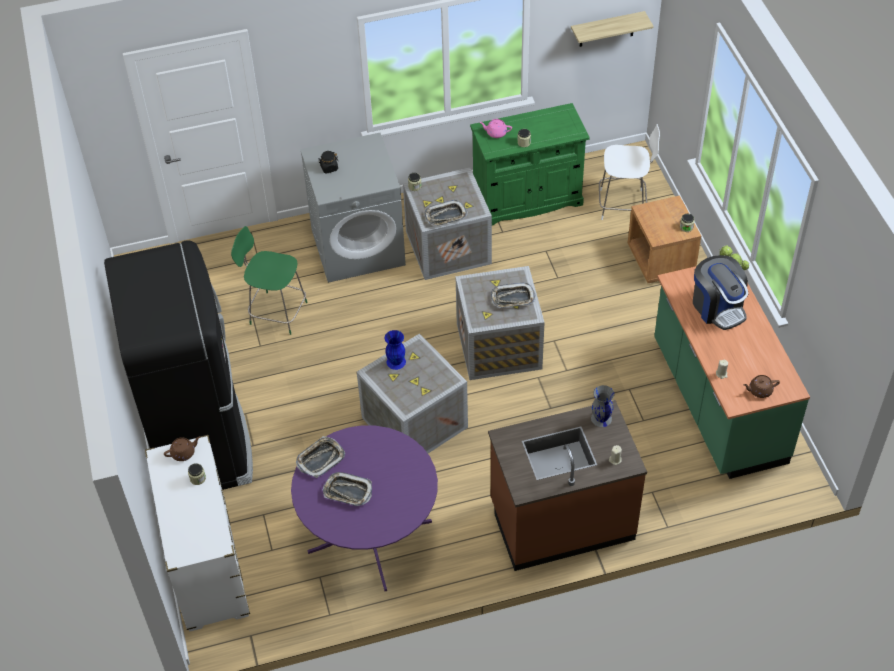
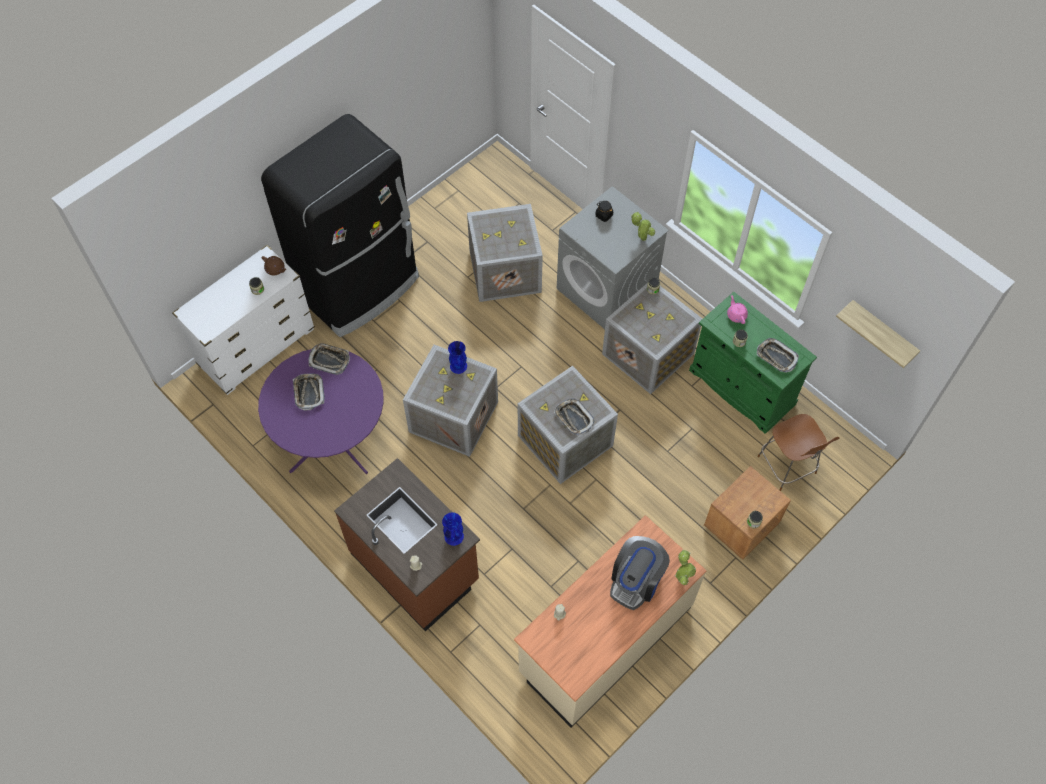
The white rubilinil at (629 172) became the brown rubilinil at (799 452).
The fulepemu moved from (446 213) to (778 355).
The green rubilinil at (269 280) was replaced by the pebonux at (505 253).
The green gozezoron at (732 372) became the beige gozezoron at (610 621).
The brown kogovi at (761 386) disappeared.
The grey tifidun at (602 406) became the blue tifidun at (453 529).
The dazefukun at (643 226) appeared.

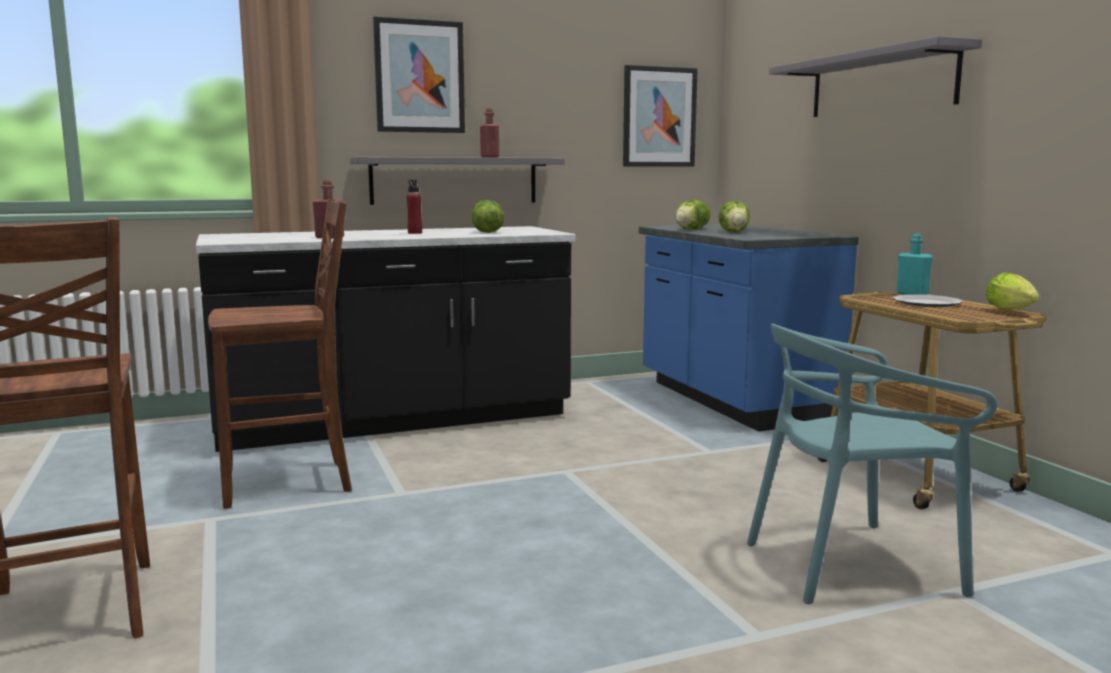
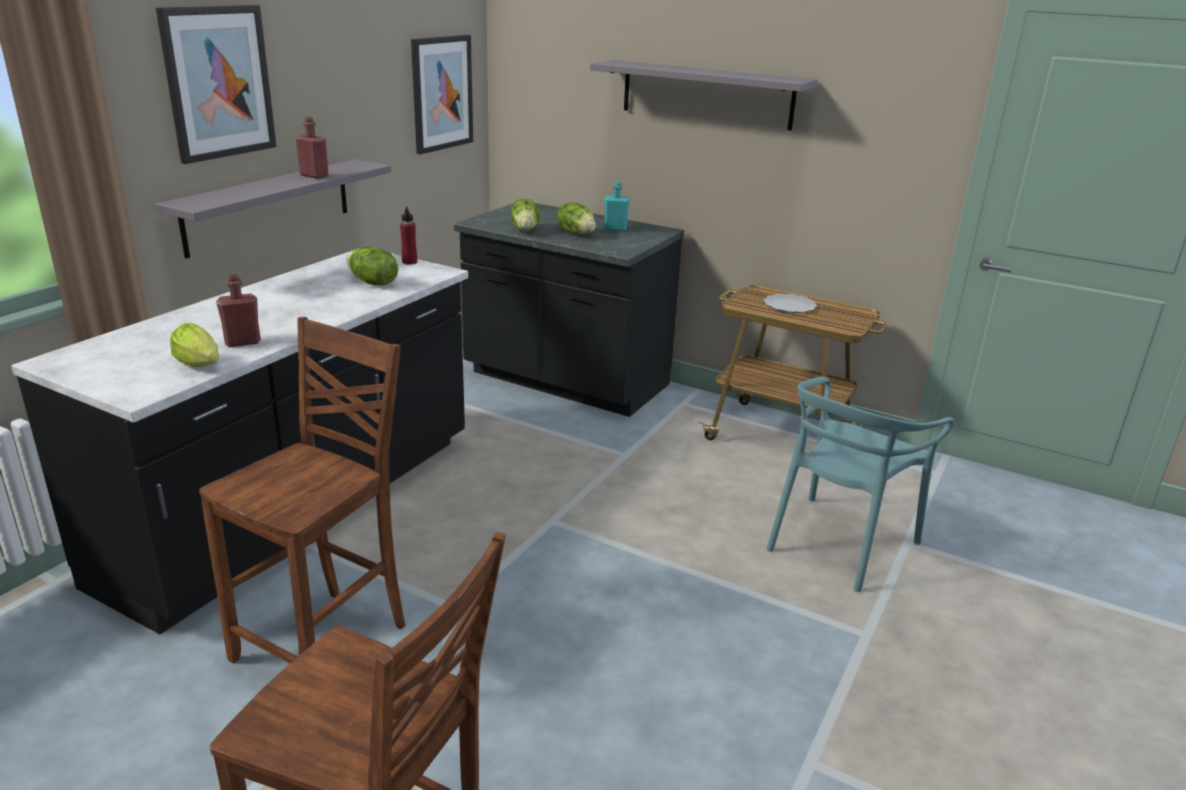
The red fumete moved from (414 207) to (408 236).
The blue gozezoron at (749 328) became the black gozezoron at (569 310).
The turquoise fumete moved from (914 264) to (617 206).
The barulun moved from (1012 291) to (194 345).

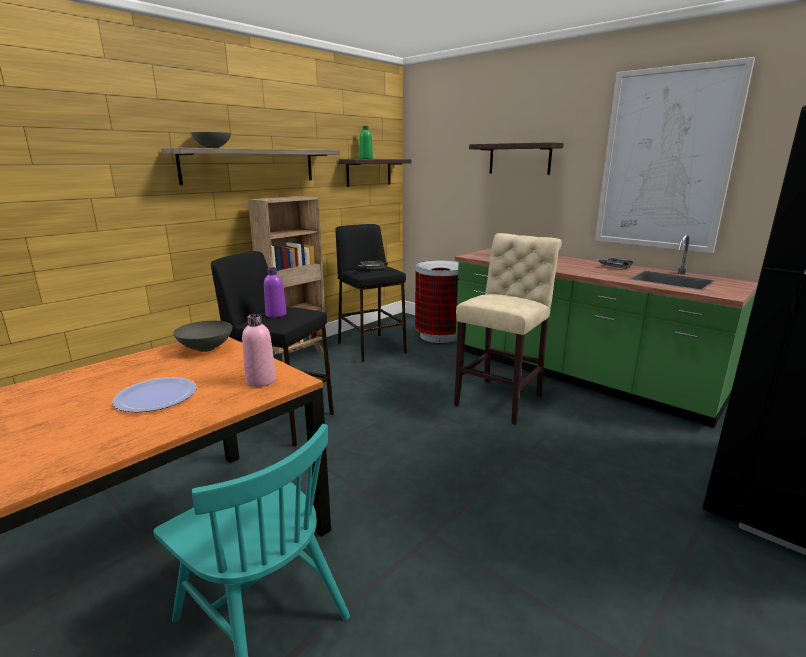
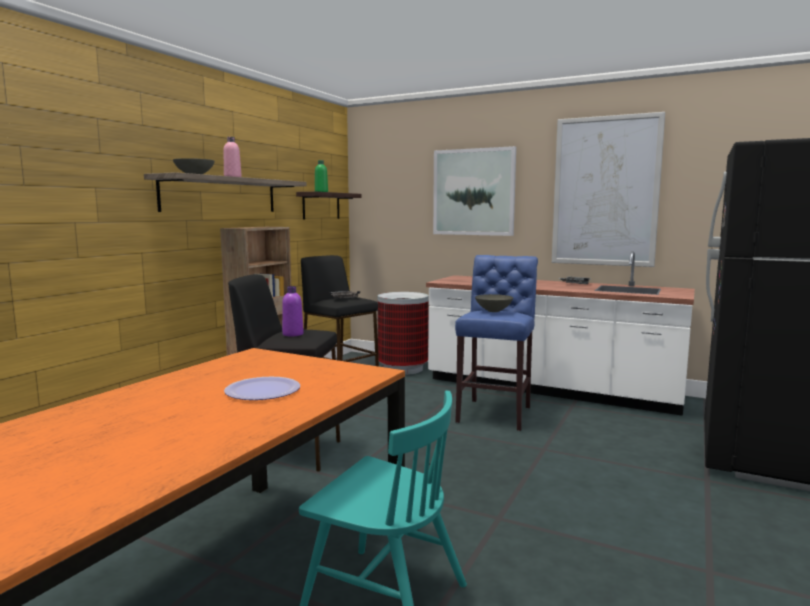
The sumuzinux at (516 158) was replaced by the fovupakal at (474 191).
The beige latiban at (508 329) became the blue latiban at (496 343).
The green gozezoron at (606 331) became the white gozezoron at (560 333).
The pink fumete moved from (259 350) to (233 157).
The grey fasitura moved from (203 336) to (494 303).

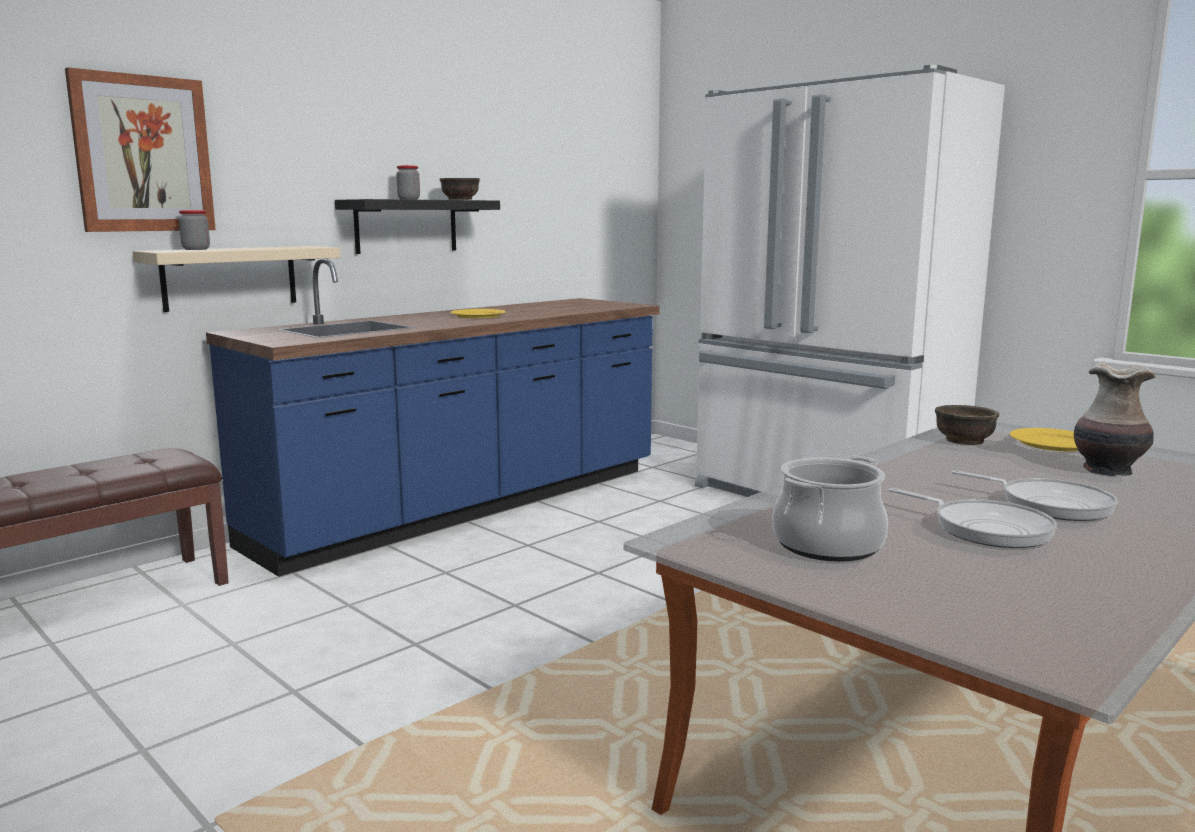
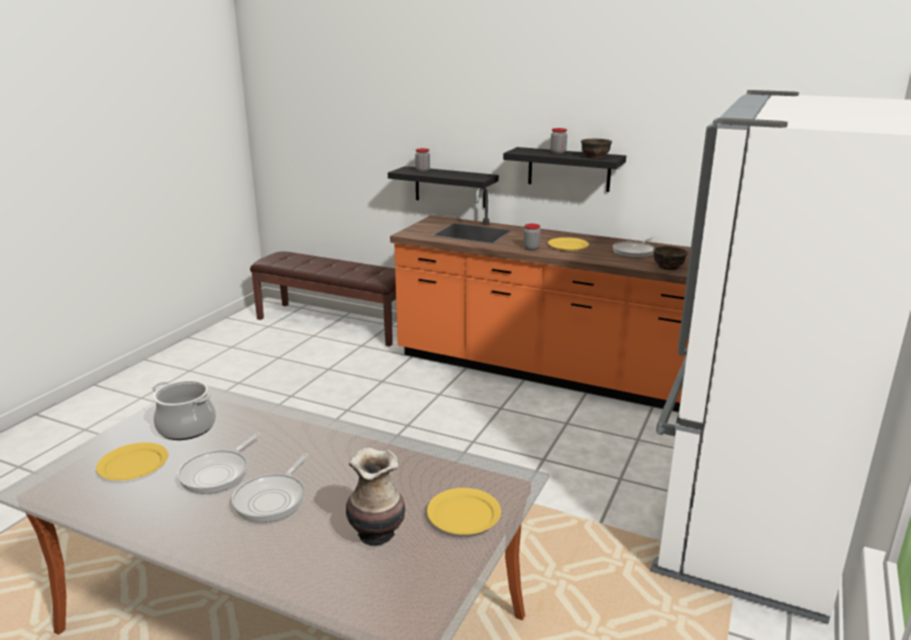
The fovupakal at (140 149) disappeared.
The beige sumuzinux at (236 279) became the black sumuzinux at (443 187).
The blue gozezoron at (433 418) became the orange gozezoron at (540 300).
The brown fasitura moved from (967 425) to (670 258).
The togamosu at (532 237) appeared.
The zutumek at (633 247) appeared.
The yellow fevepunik at (132 461) appeared.

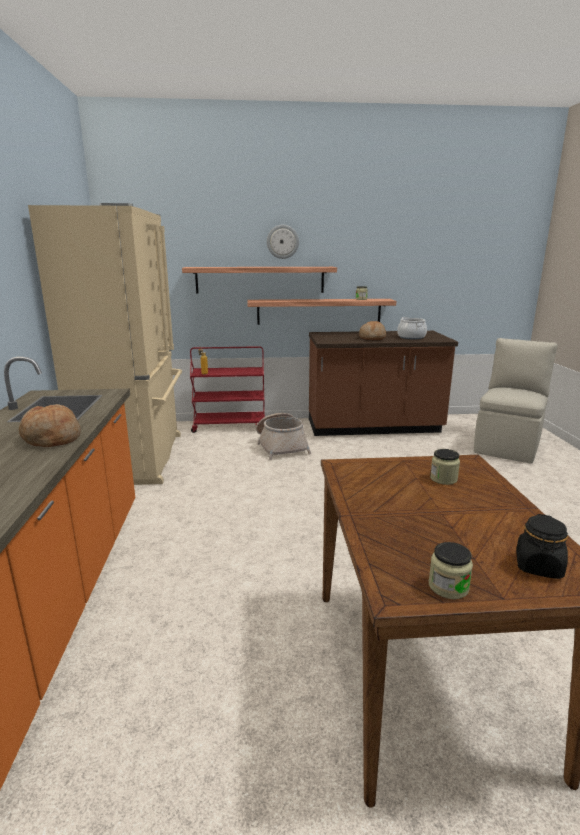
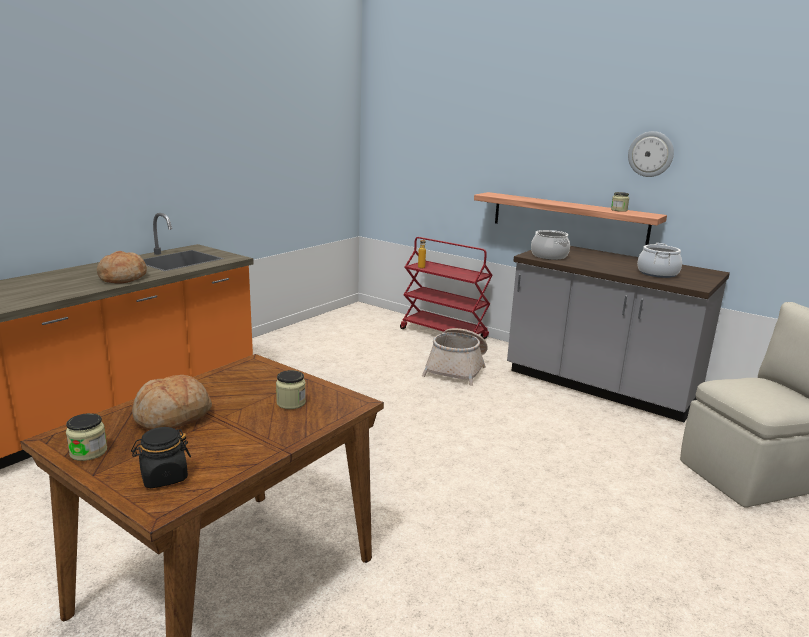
The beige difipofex at (105 344) disappeared.
The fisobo moved from (283 242) to (651 154).
The sumuzinux at (259 280) disappeared.
The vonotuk moved from (372 330) to (172 402).
The brown gozezoron at (383 383) became the grey gozezoron at (618 334).
The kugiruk at (550 245) appeared.

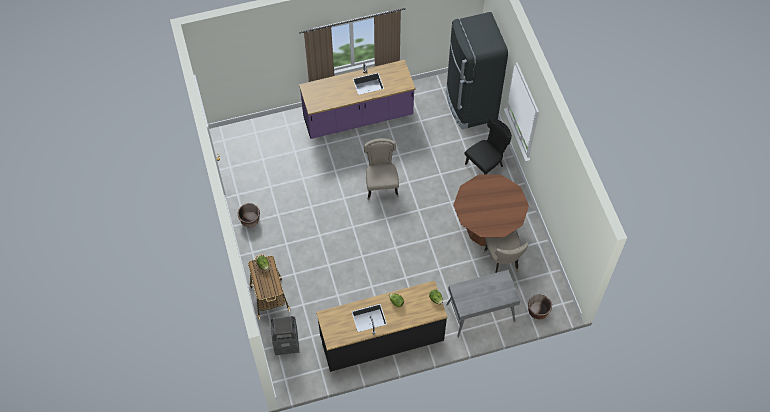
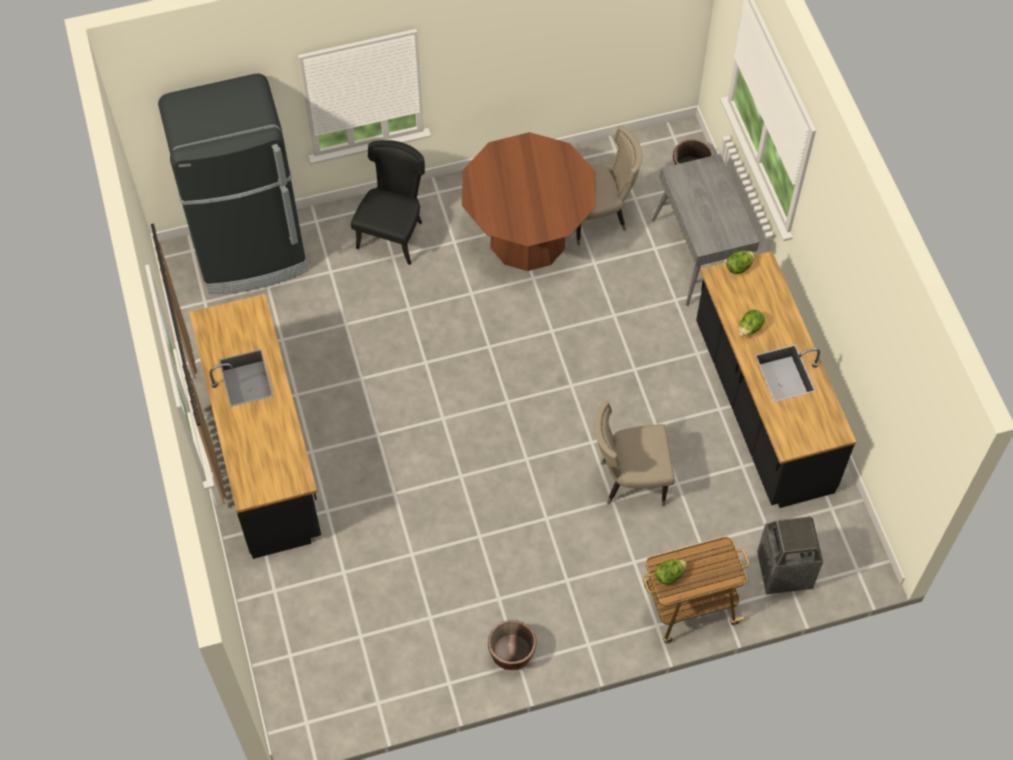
The purple gozezoron at (357 99) became the black gozezoron at (255 426).
The black rubilinil at (488 146) turned 60 degrees clockwise.
The beige rubilinil moved from (381 169) to (634 453).

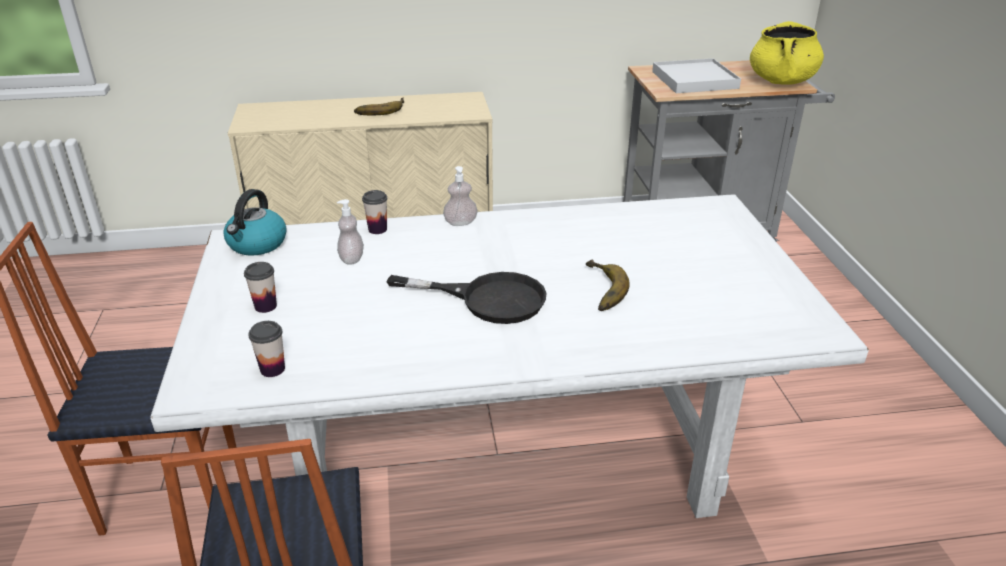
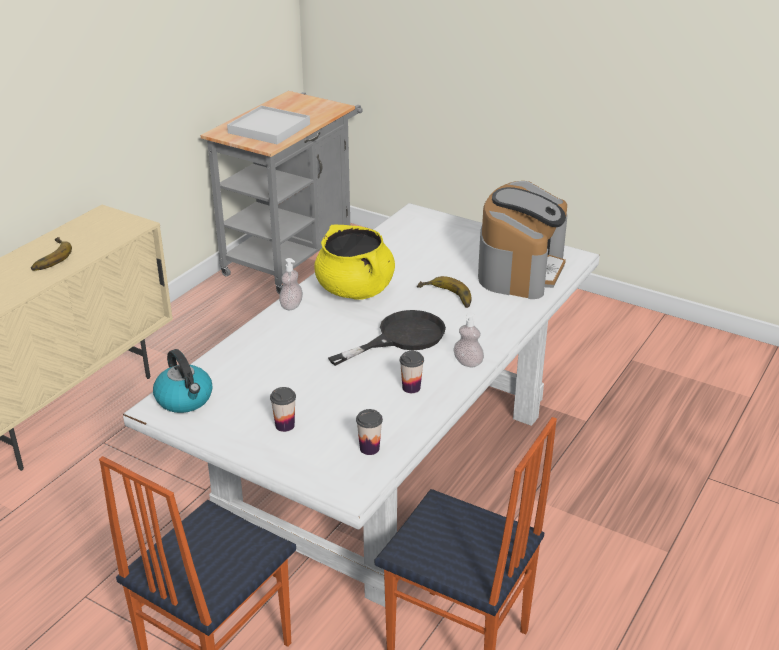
The yellow kugiruk moved from (787 53) to (354 262).
The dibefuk moved from (374 212) to (412 372).
The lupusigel moved from (350 232) to (469 339).
The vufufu at (523 240) appeared.

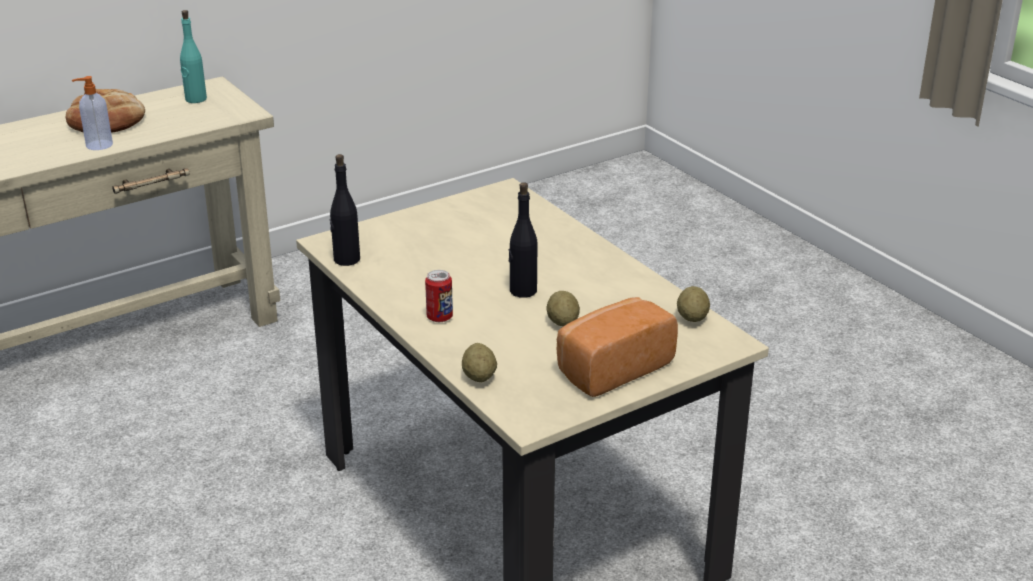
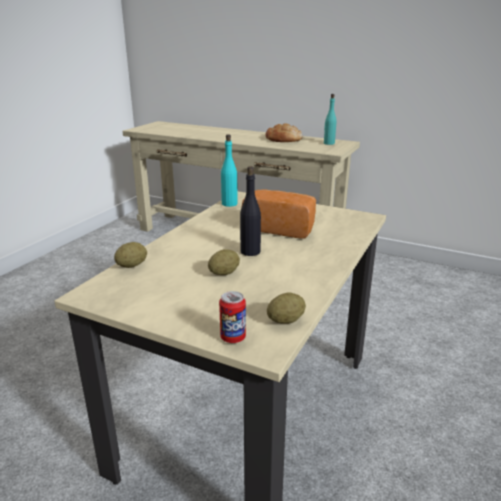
The lupusigel at (92 113) disappeared.
The black fumete at (345 210) became the turquoise fumete at (229 170).
The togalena moved from (439 296) to (232 317).
The vonotuk moved from (617 347) to (278 213).

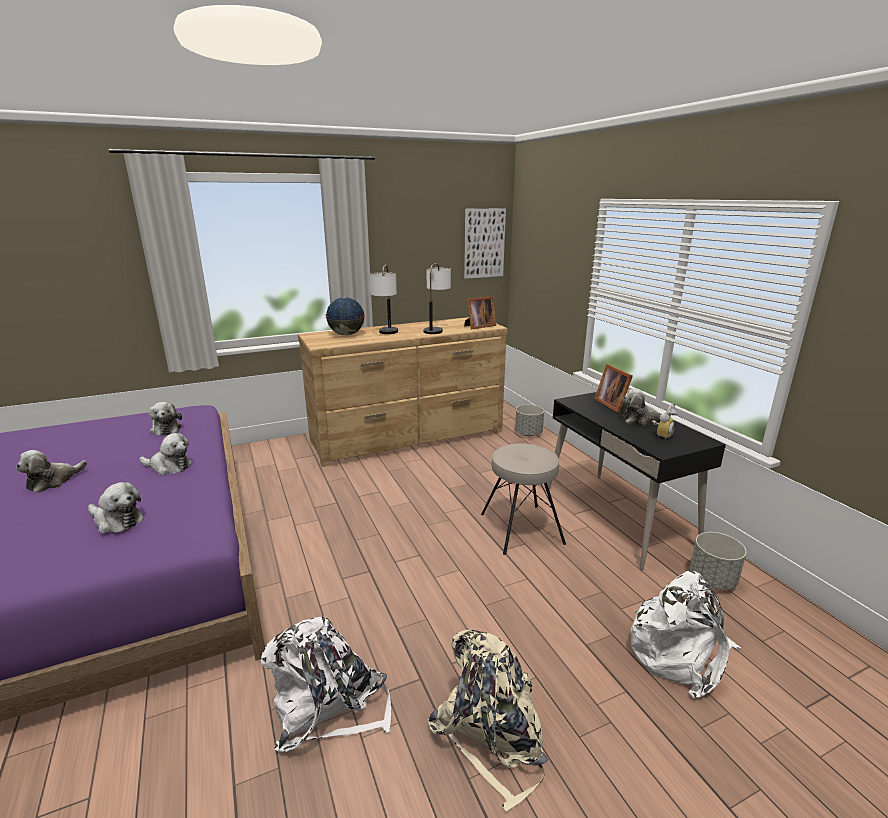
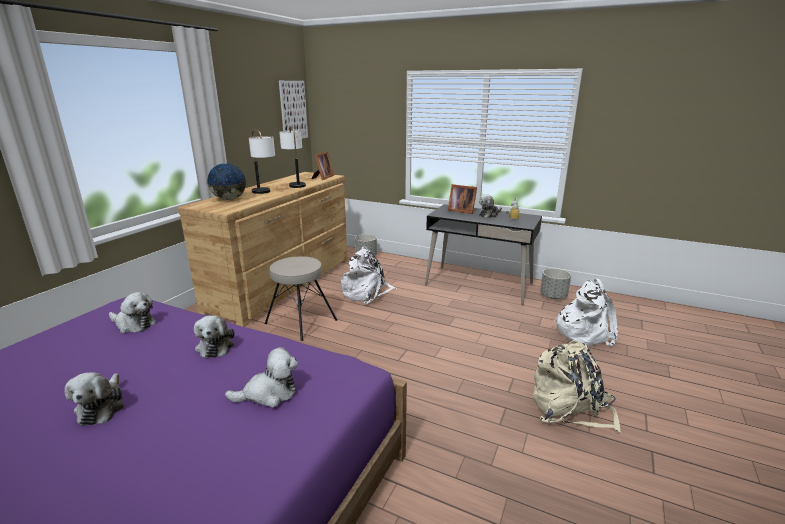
The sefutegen at (165 454) turned 105 degrees clockwise.
The beige latiban moved from (523 499) to (301 298).
The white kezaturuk moved from (326 684) to (369 276).

